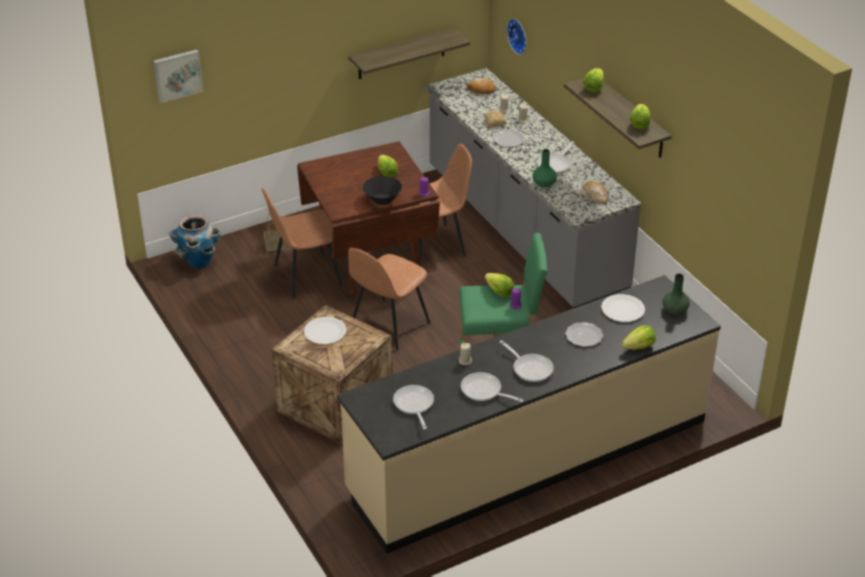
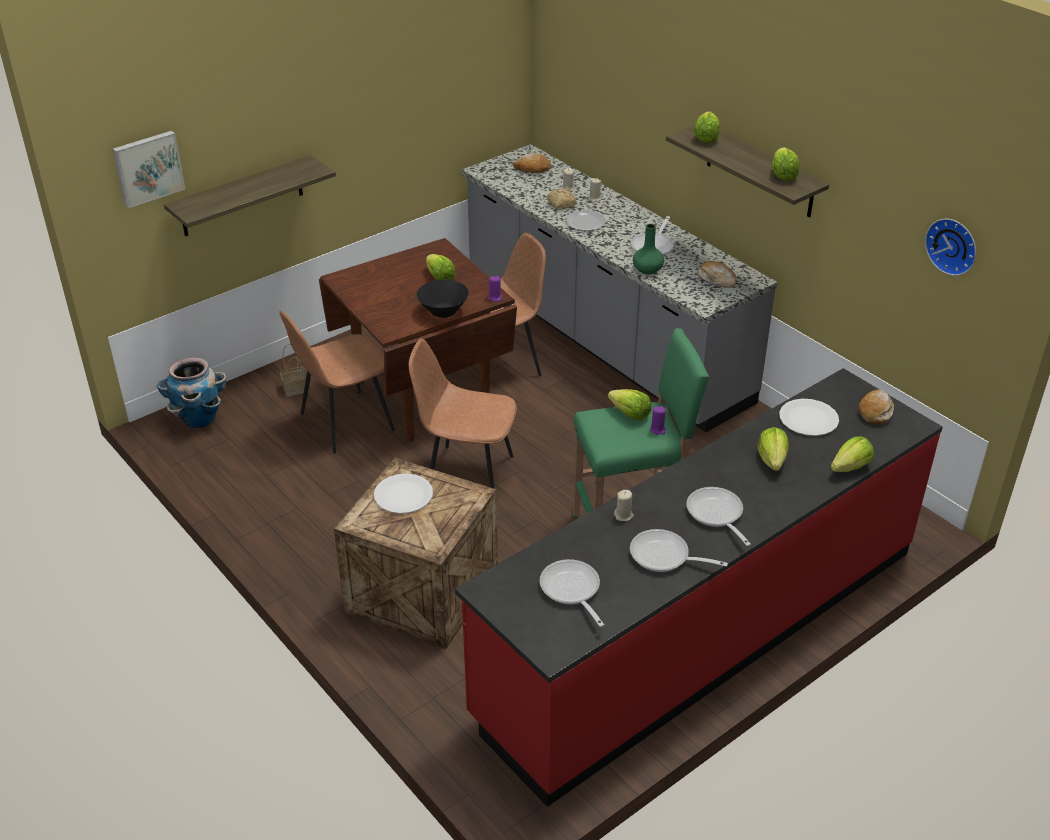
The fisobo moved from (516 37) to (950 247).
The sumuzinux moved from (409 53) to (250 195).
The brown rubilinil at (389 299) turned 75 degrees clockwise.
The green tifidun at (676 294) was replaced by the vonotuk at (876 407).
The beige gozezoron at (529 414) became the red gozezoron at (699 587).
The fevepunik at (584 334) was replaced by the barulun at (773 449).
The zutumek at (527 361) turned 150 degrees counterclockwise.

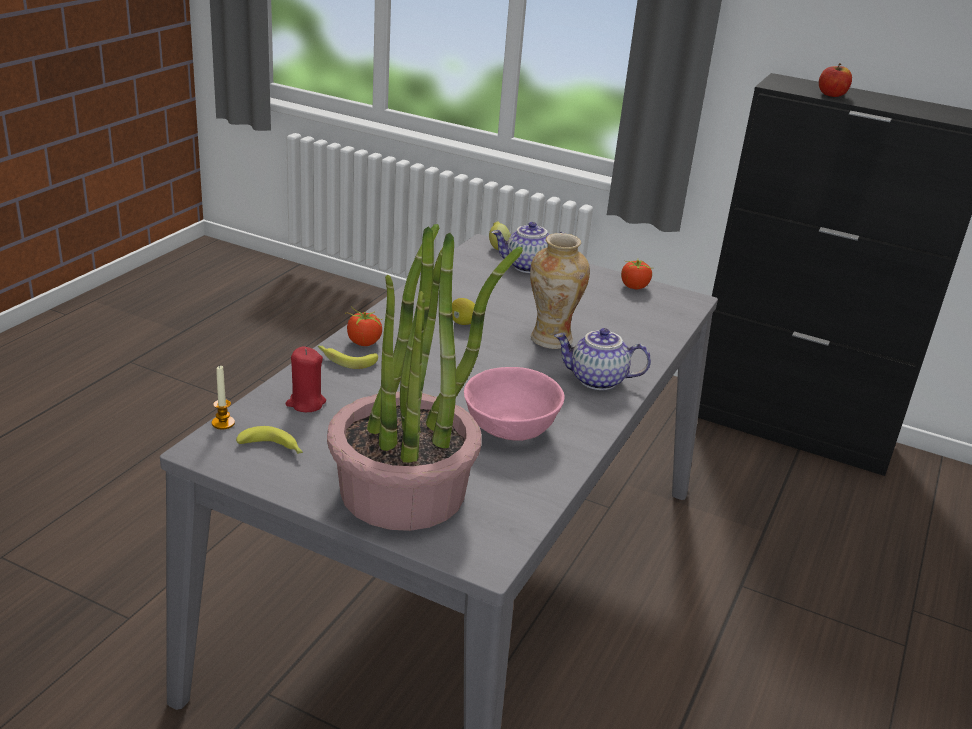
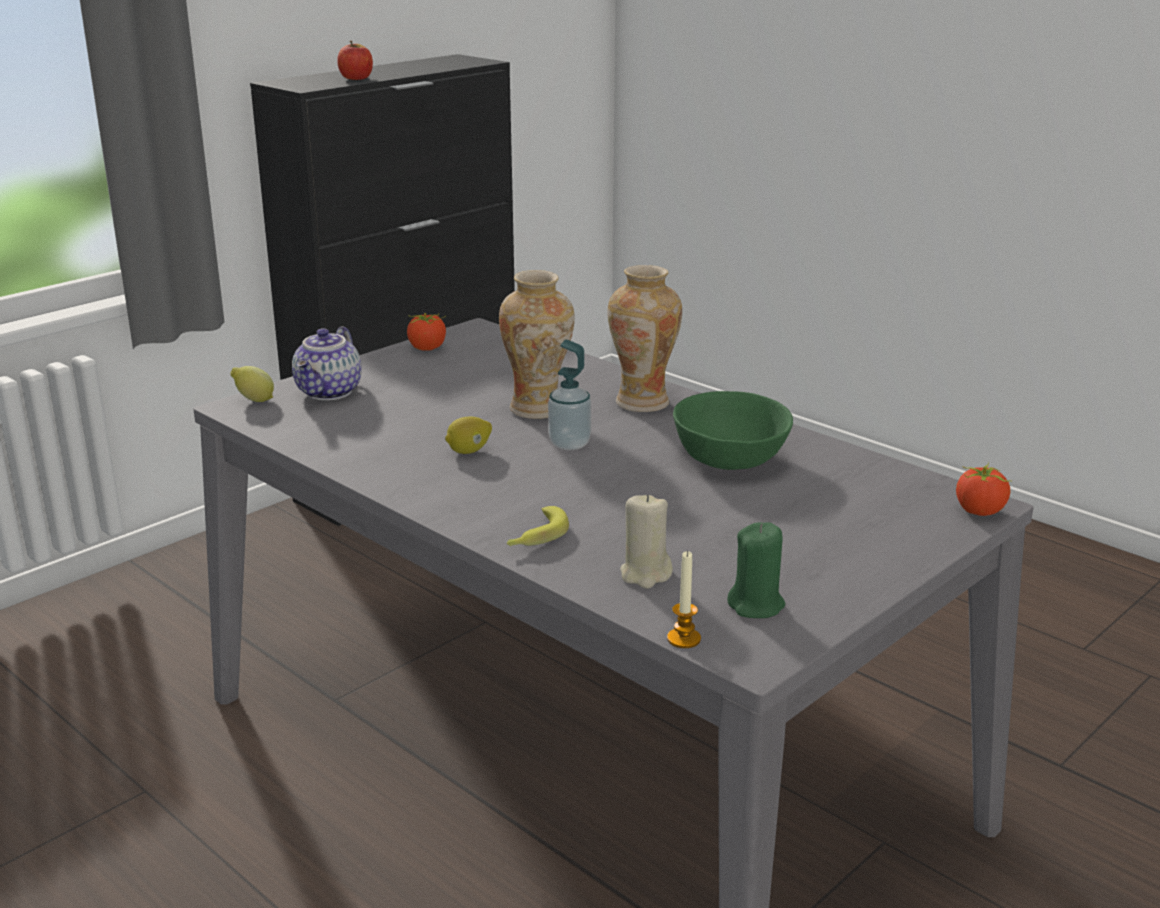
The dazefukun at (425 377) disappeared.
The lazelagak moved from (363 326) to (984 489).
The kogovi at (602 359) was replaced by the tifidun at (644 338).
The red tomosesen at (306 379) became the beige tomosesen at (646 541).
The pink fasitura at (514 404) became the green fasitura at (733 430).
The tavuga at (269 440) was replaced by the green tomosesen at (756 570).
The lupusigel at (569 395) appeared.

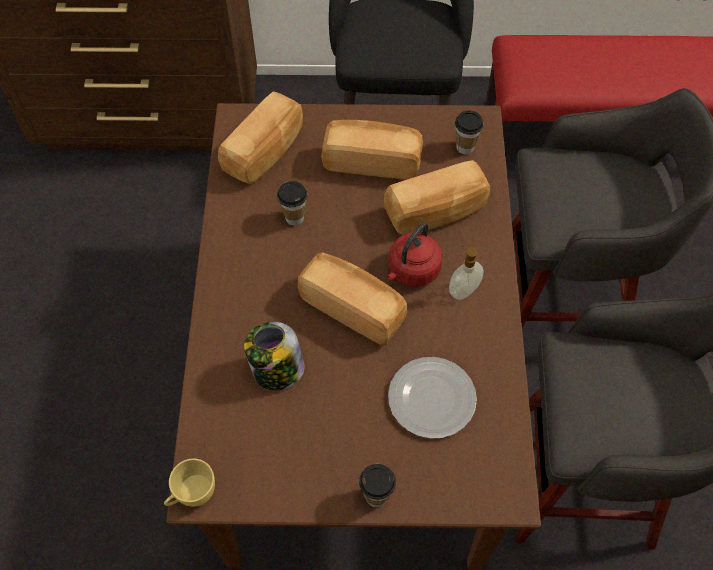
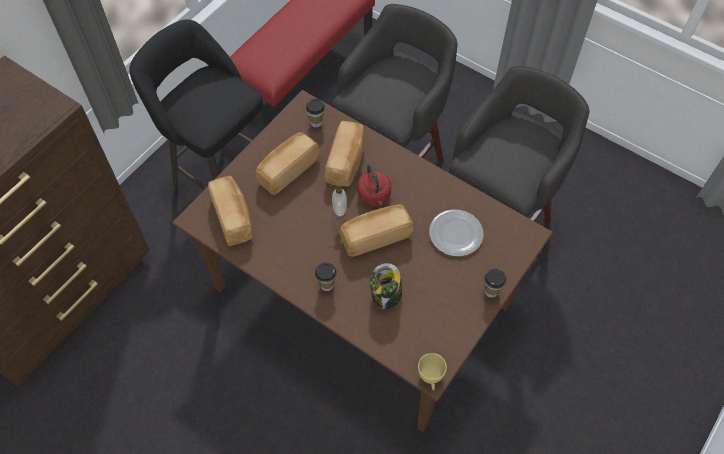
The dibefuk moved from (292 203) to (326 276).
The lupusigel moved from (466 272) to (338 198).

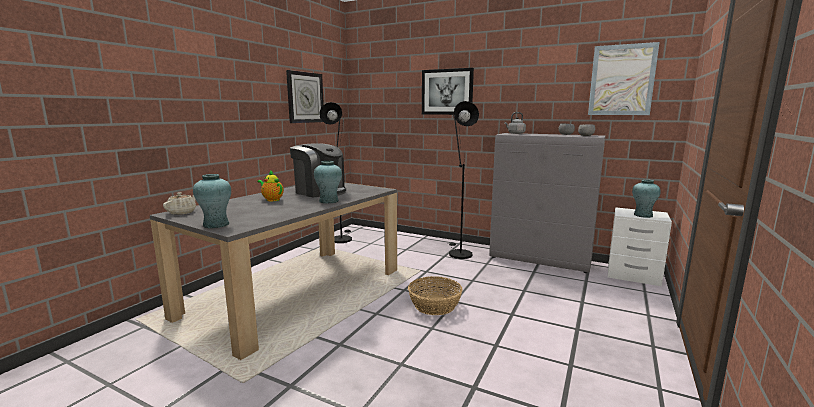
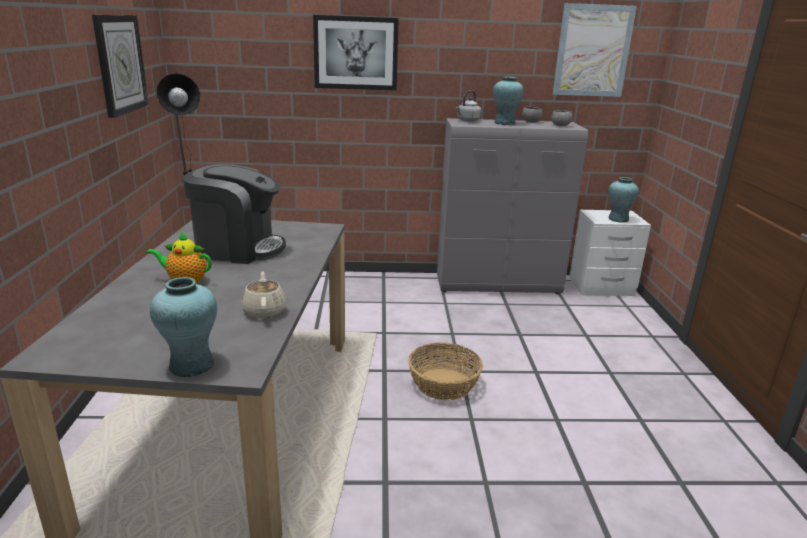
The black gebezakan at (462 180) disappeared.
The turquoise tifidun moved from (328 182) to (508 100).
The beige kogovi moved from (179 203) to (264 295).

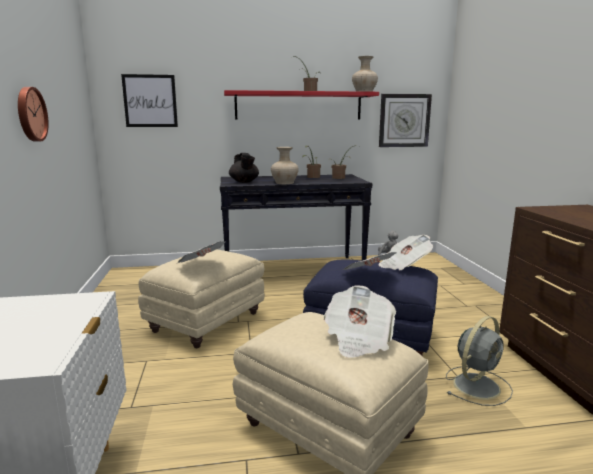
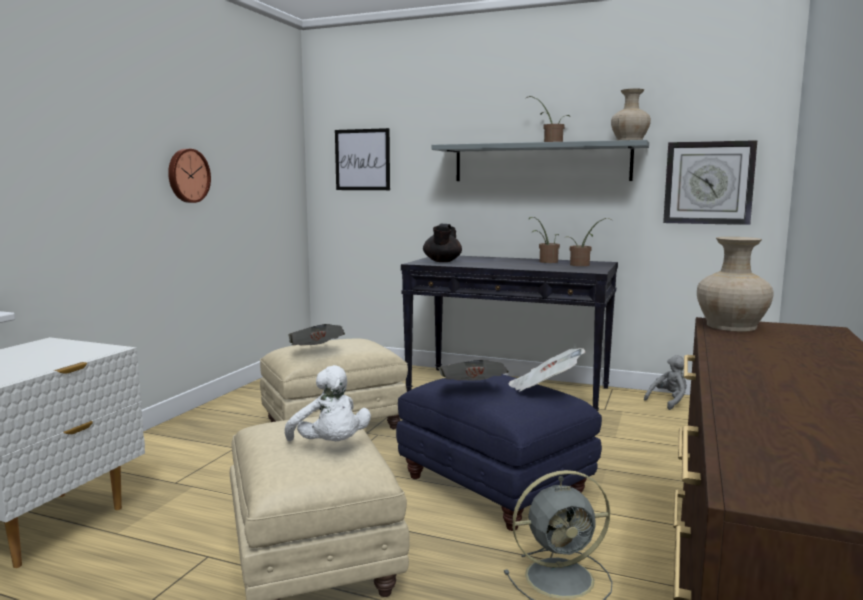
The red sumuzinux at (301 104) became the grey sumuzinux at (540 160).
The beige tifidun moved from (285 165) to (735 284).
The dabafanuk at (360 321) was replaced by the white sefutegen at (328 403).

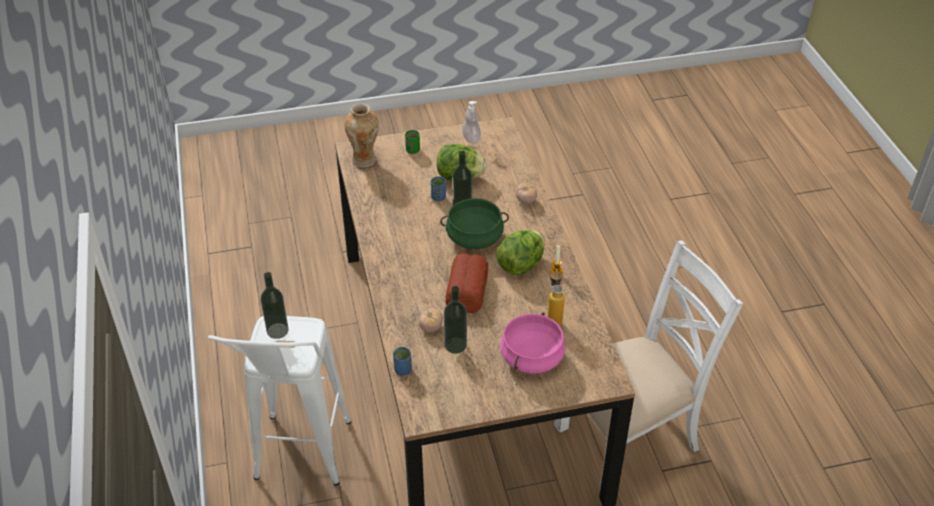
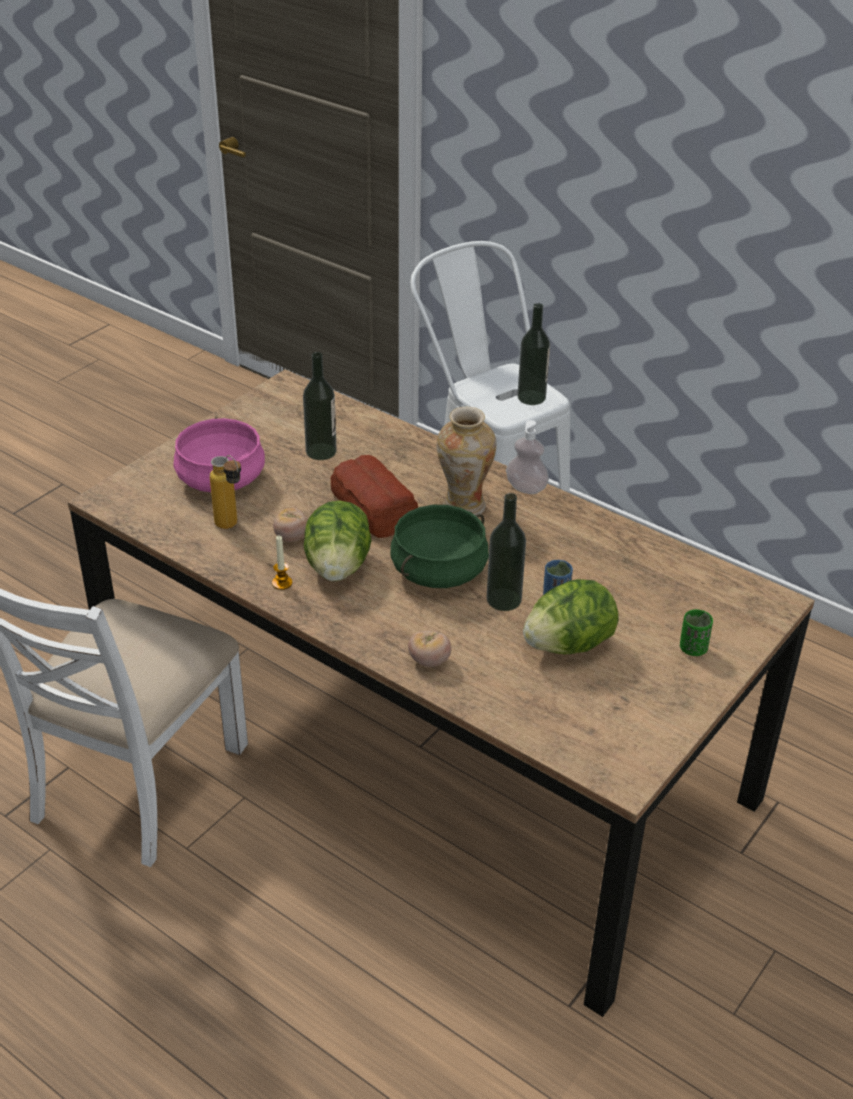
The lupusigel moved from (471 122) to (527 457).
The tifidun moved from (361 135) to (466 461).
The lazelagak moved from (431 320) to (290 525).
The blue dibefuk at (402 361) disappeared.

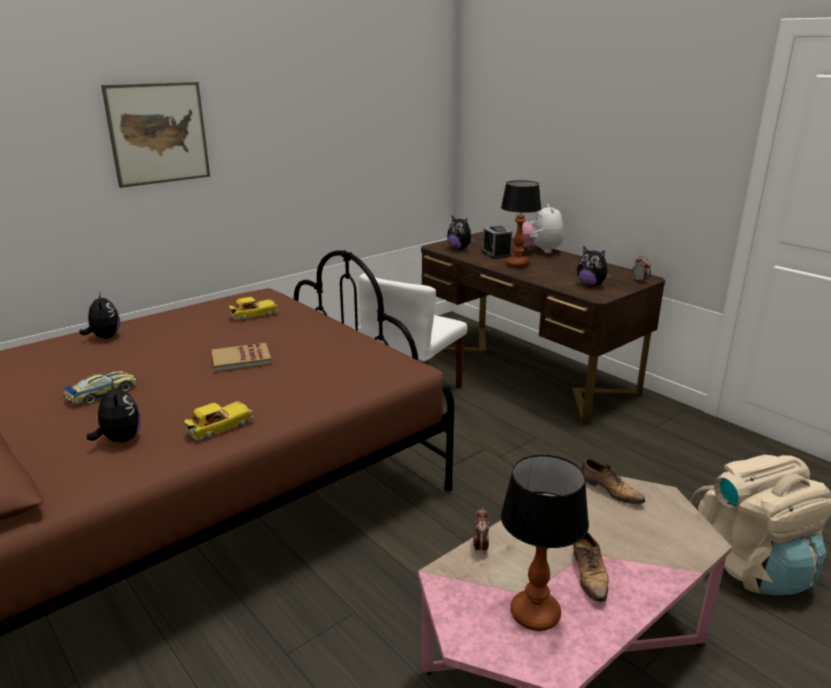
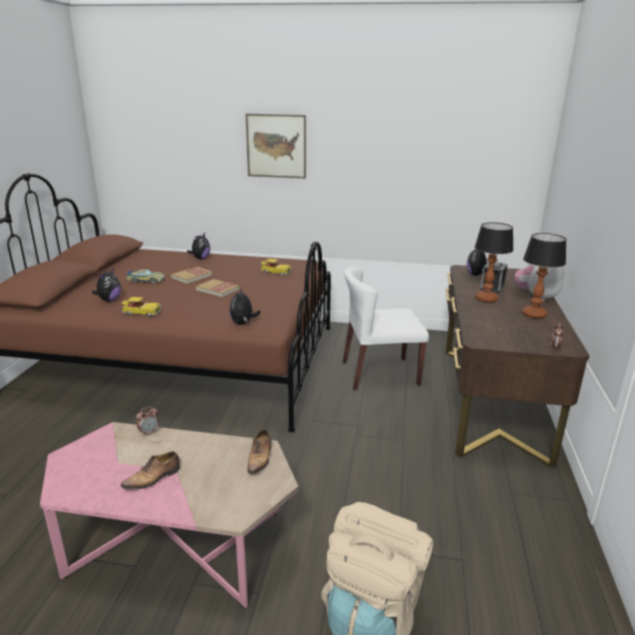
The sefutegen moved from (595 266) to (245 306).
The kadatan moved from (545 543) to (544 275).
The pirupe at (192 275) appeared.

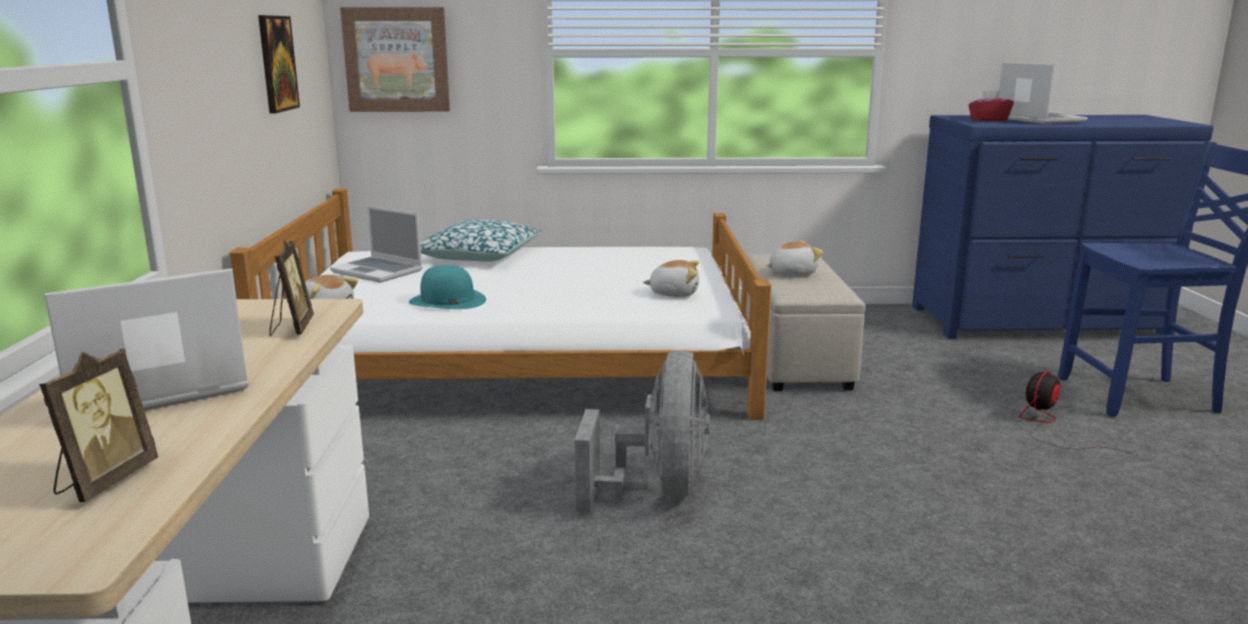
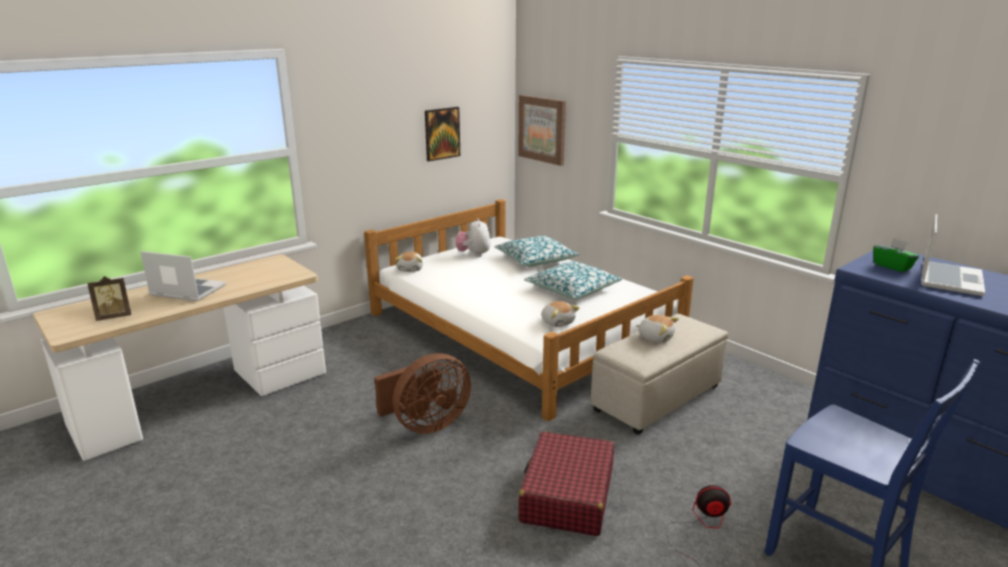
The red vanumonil at (991 105) became the green vanumonil at (896 254).
The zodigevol at (376 244) was replaced by the sefutegen at (473 237).
The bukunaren at (291 288) disappeared.
The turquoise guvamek at (447 287) disappeared.
The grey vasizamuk at (642 431) became the brown vasizamuk at (422 393).
The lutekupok at (573 280) appeared.
The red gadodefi at (566 483) appeared.

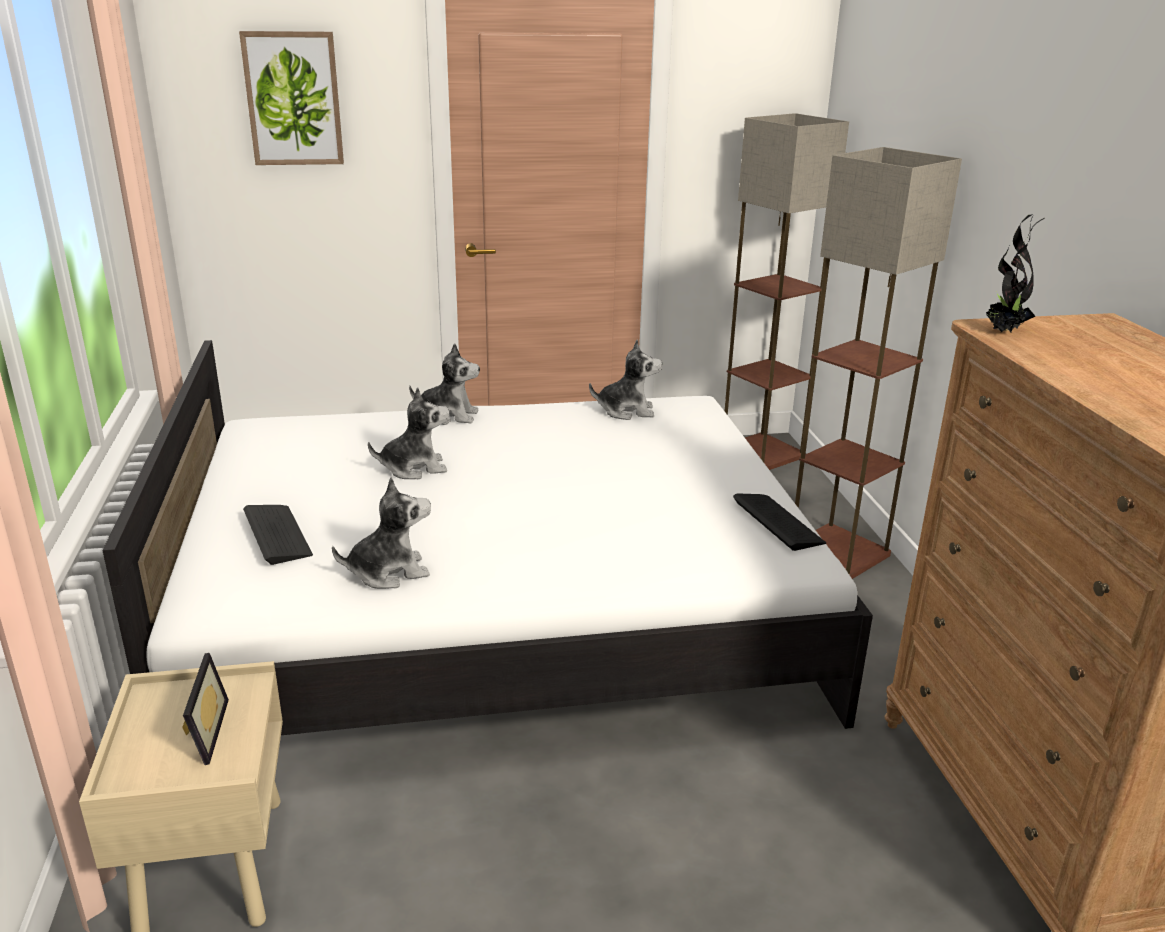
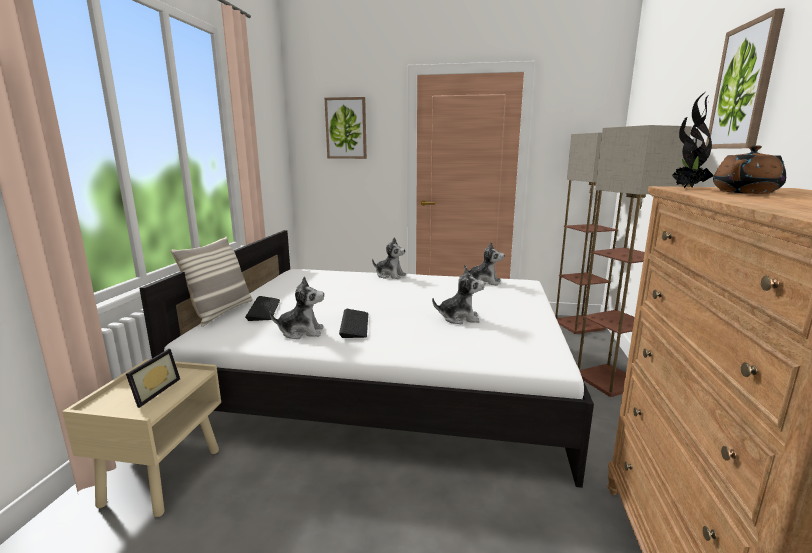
The sefutegen moved from (409 433) to (458 295).
The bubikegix moved from (779 522) to (353 323).
The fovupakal at (745 78) appeared.
The brown kogovi at (749 169) appeared.
The lutekupok at (212 282) appeared.

